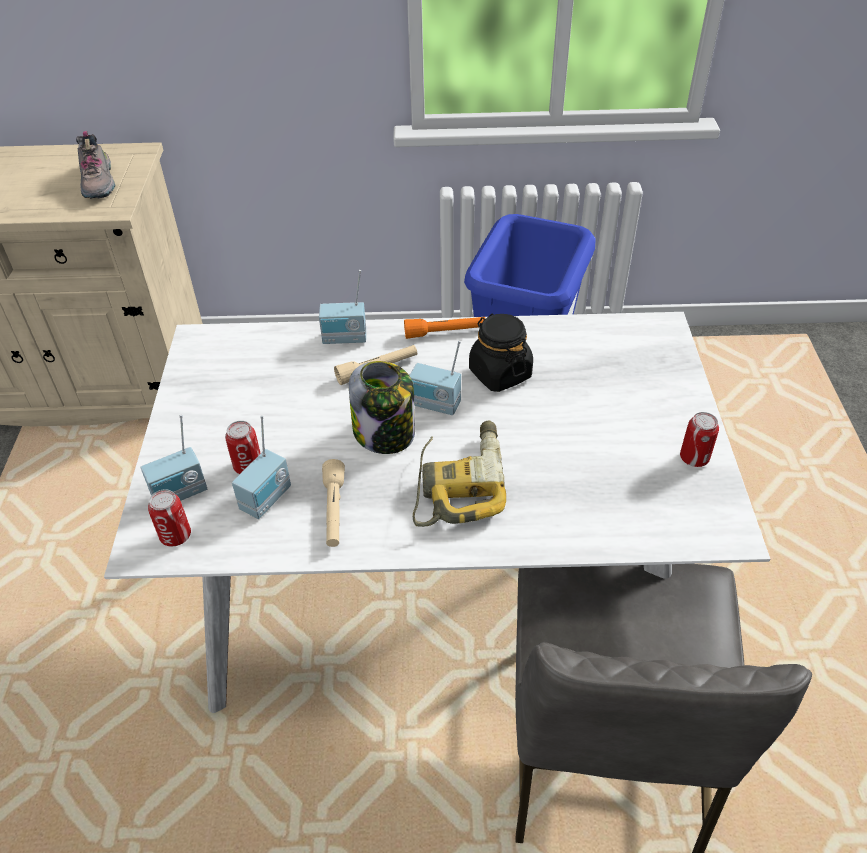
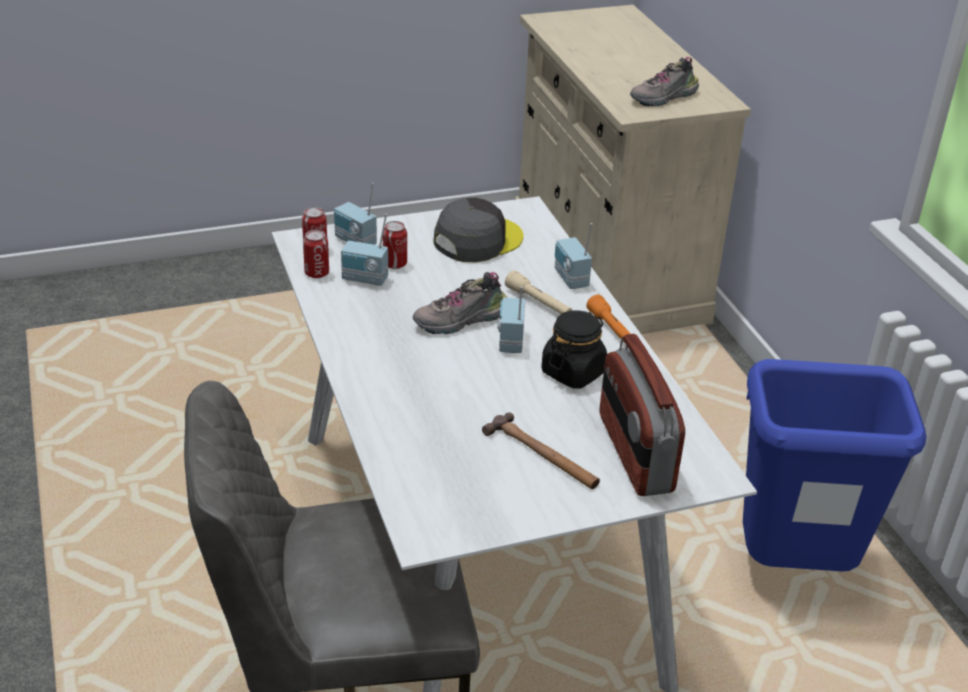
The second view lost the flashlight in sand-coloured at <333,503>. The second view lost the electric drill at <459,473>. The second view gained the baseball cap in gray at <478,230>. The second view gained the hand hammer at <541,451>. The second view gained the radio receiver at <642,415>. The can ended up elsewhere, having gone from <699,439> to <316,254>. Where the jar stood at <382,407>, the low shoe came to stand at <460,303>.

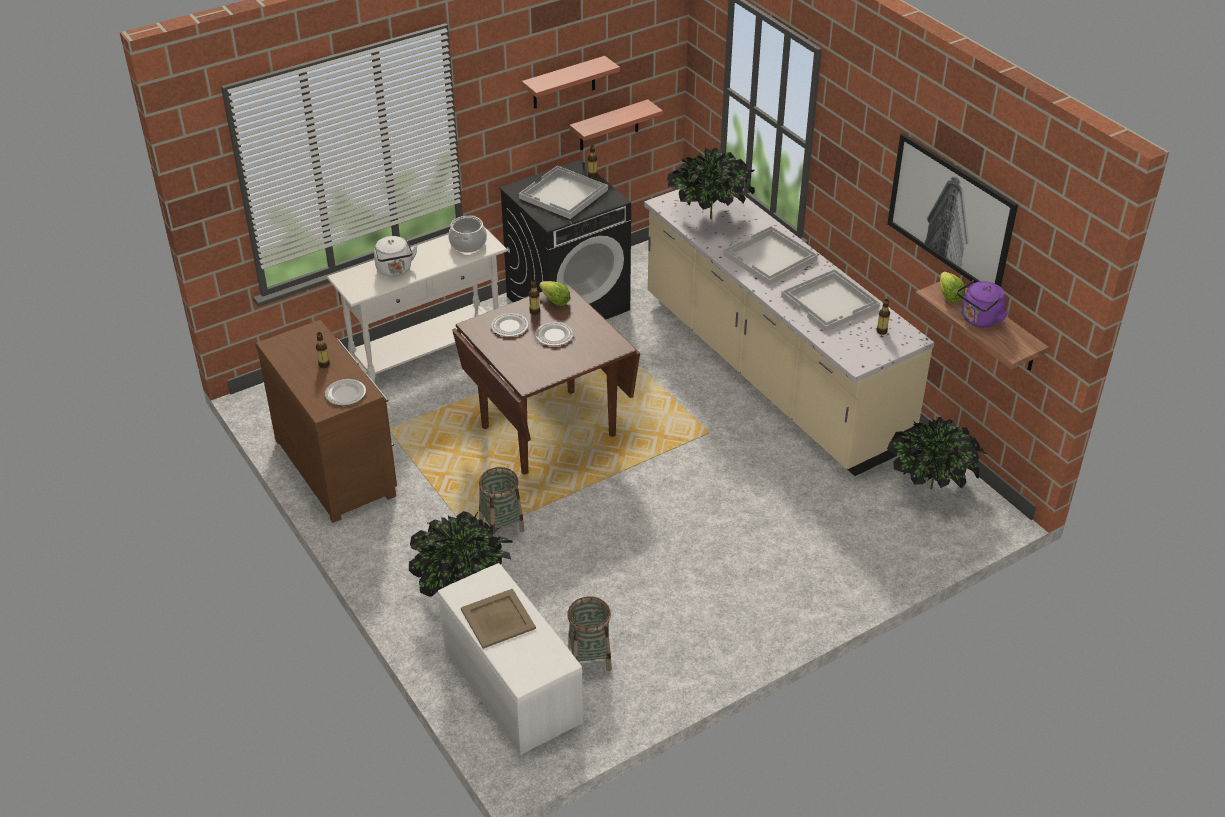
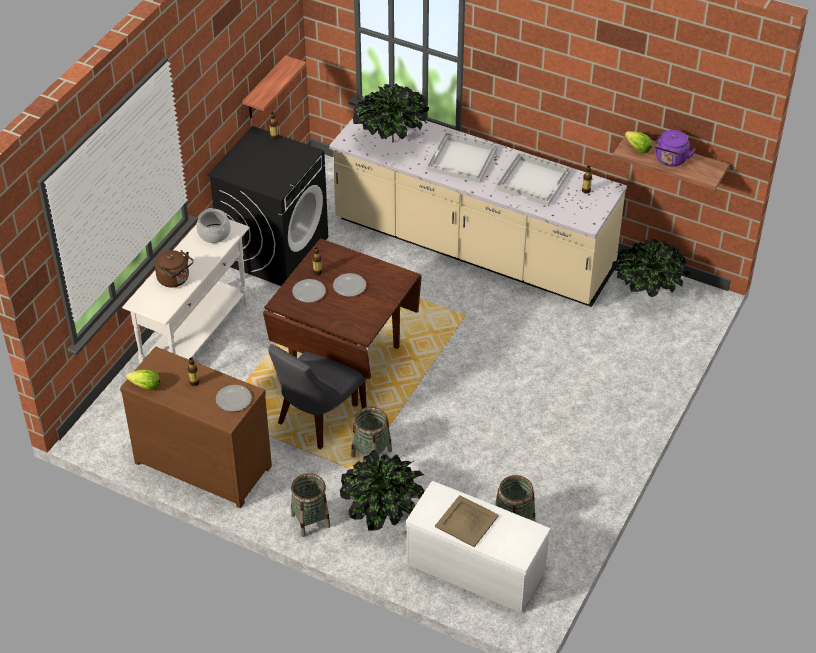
The second view lost the carrying tray in white at <563,192>. The second view lost the bracket shelf at <571,82>. The second view lost the picture at <952,210>. The second view gained the chair in gray at <317,396>. The second view gained the basket at <311,505>. The head of lettuce ended up elsewhere, having gone from <555,293> to <143,380>. What was the water kettle in white at <396,256> turned into the water kettle in brownish at <174,269>.

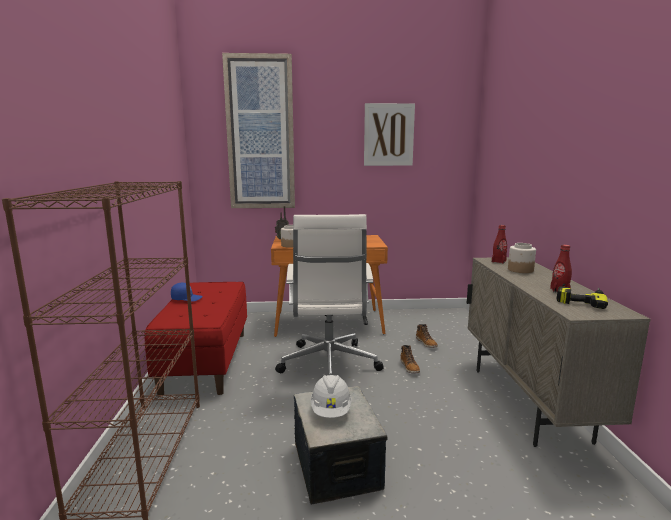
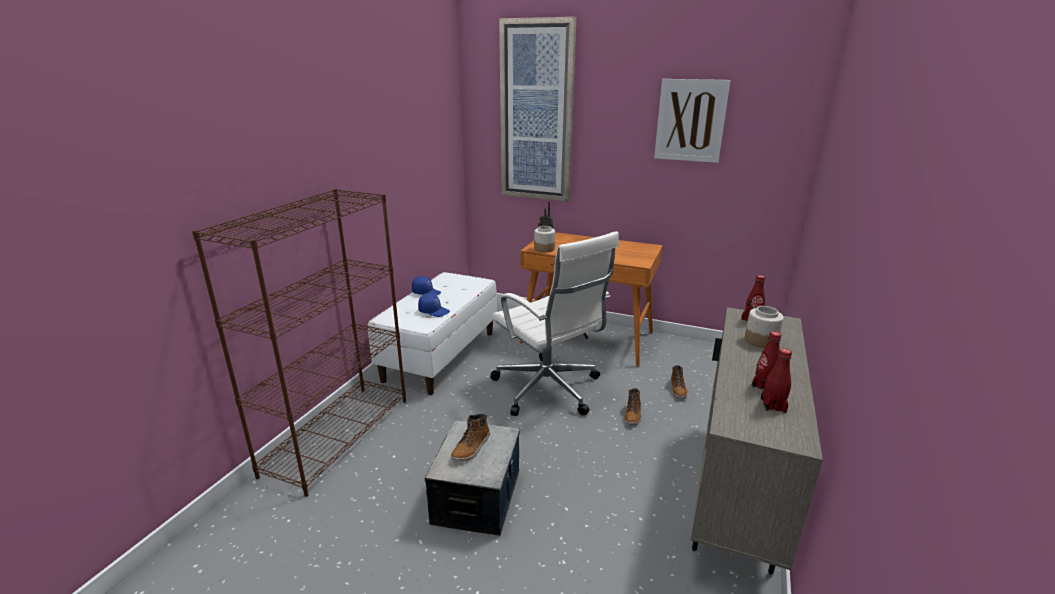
The second view gained the baseball cap in bluish at <434,305>. Where the work helmet in white stood at <331,396>, the tall boot came to stand at <470,438>. Where the electric drill stood at <582,297>, the beverage bottle in red came to stand at <776,380>. What was the indoor bench in red at <195,339> turned into the indoor bench in white at <432,333>. The office chair in white at <329,294> ended up facing another way, 60 degrees counterclockwise from before.

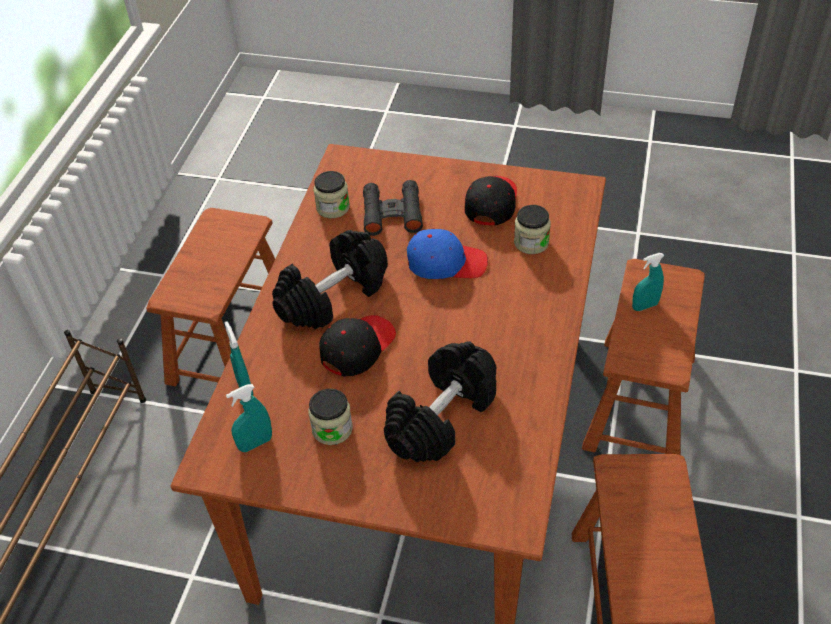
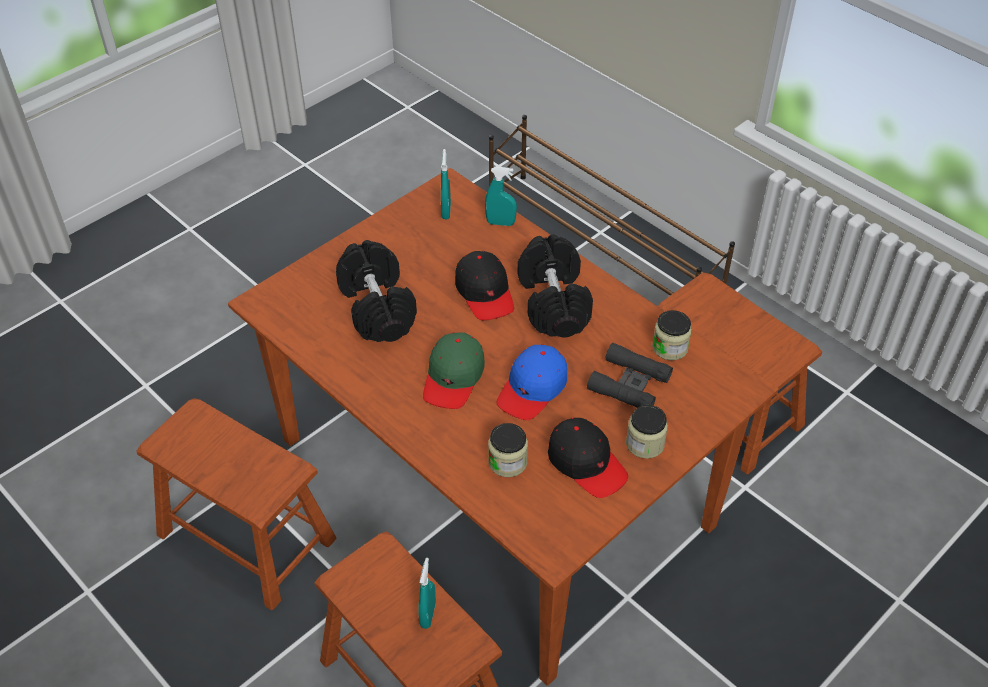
The second view gained the baseball cap in green at <454,370>. The jar ended up elsewhere, having gone from <330,416> to <647,432>.

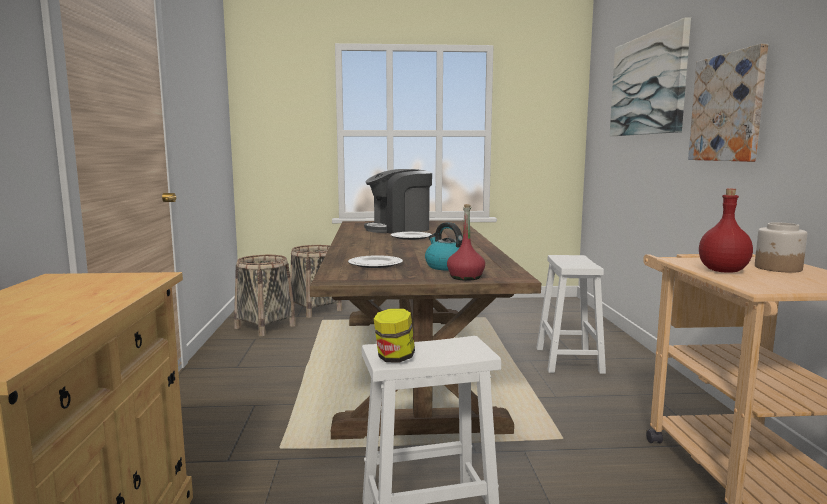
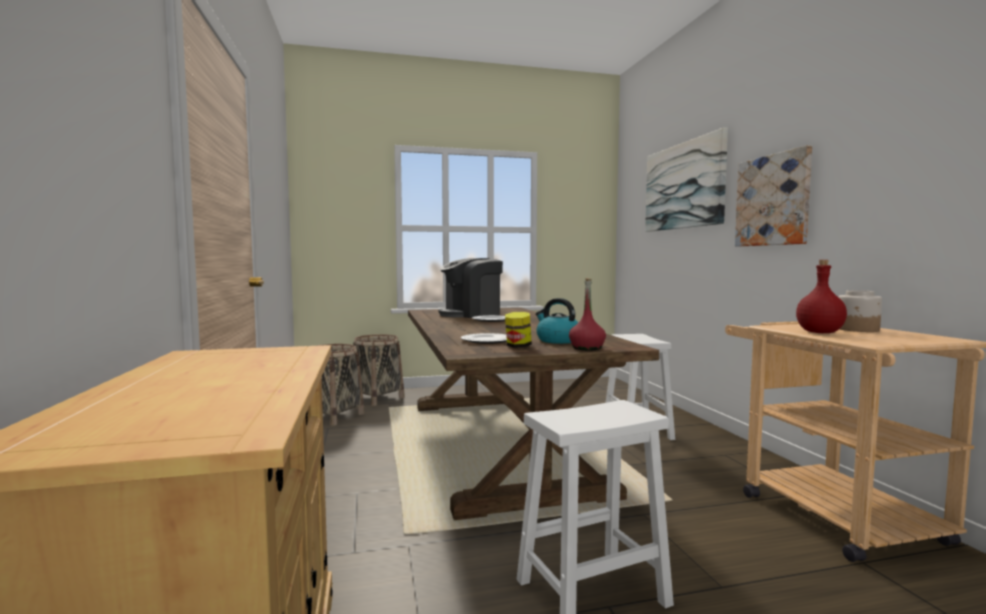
The jar ended up elsewhere, having gone from <394,335> to <518,330>.

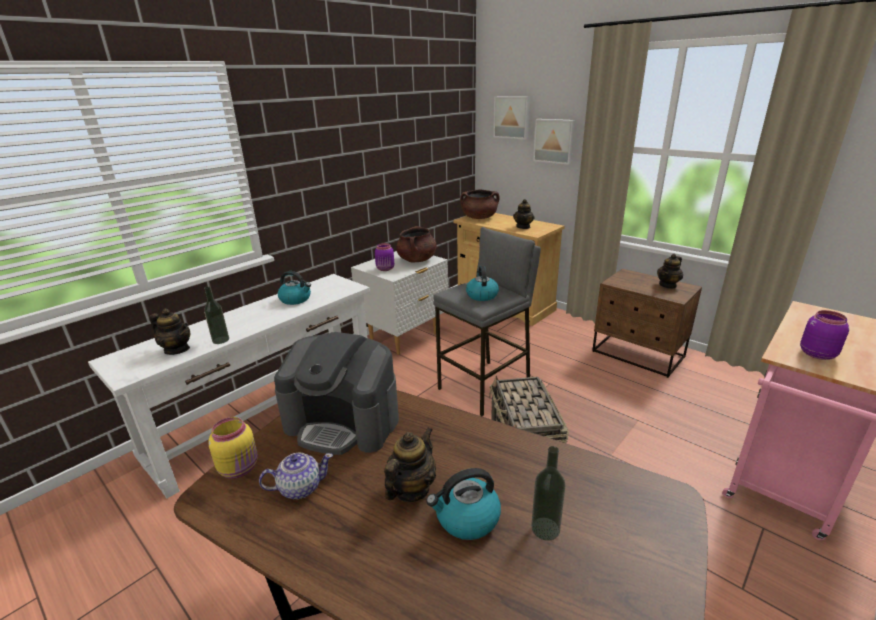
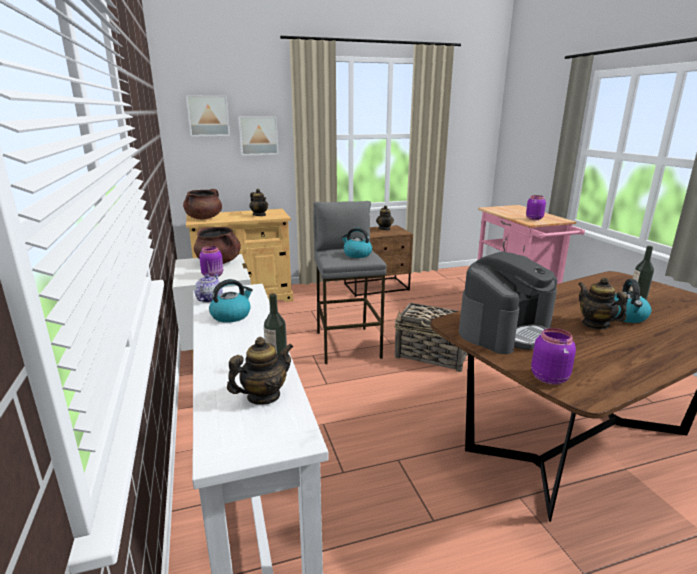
The pot for tea ended up elsewhere, having gone from <296,476> to <208,288>. What was the jar in yellow at <233,448> turned into the jar in purple at <553,356>.

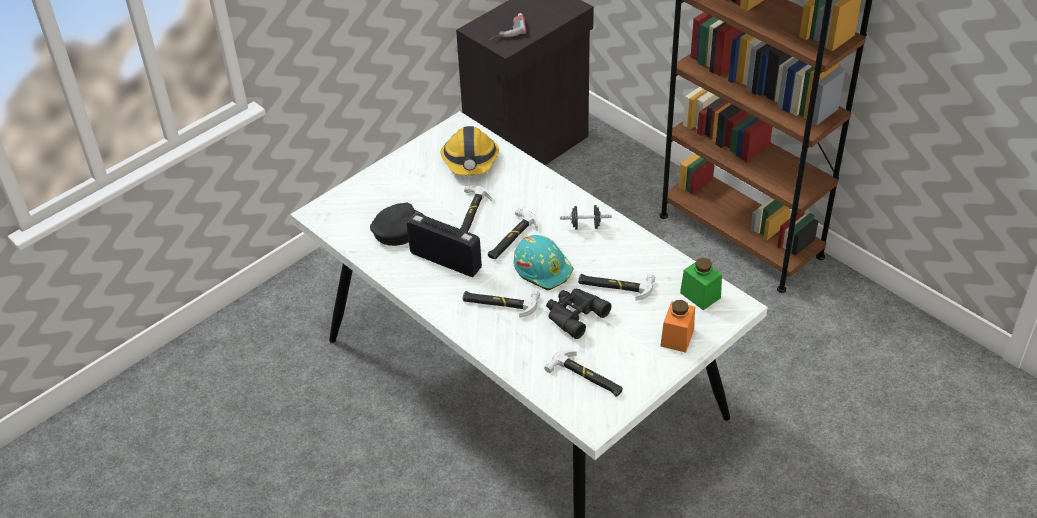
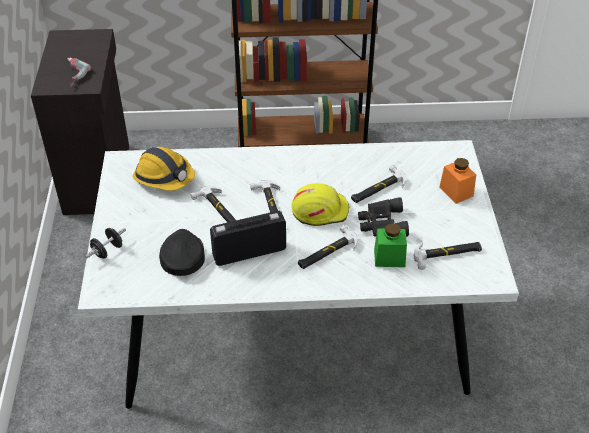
The hand weight in black ended up elsewhere, having gone from <586,217> to <105,243>. The jar in green ended up elsewhere, having gone from <701,284> to <390,245>. What was the work helmet in turquoise at <543,262> turned into the work helmet in yellow at <320,204>.

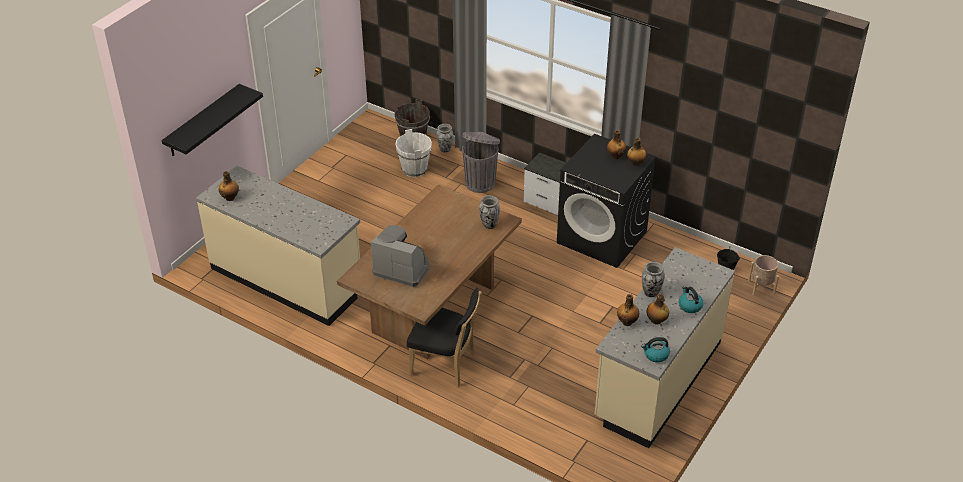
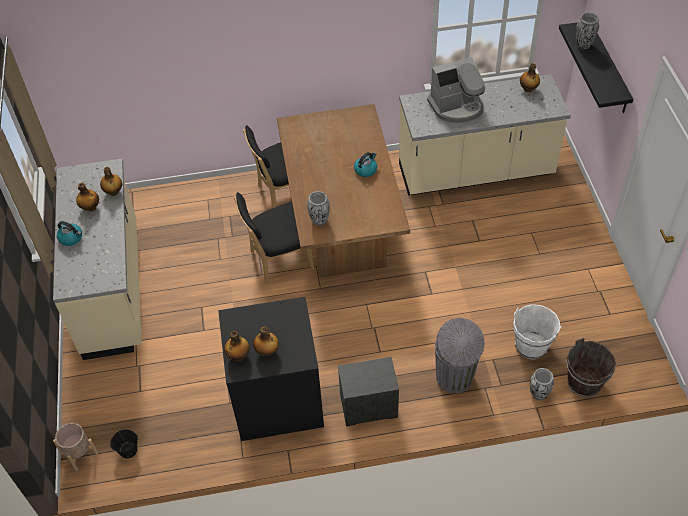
The second view gained the chair in black at <274,238>. The coffee machine ended up elsewhere, having gone from <400,256> to <456,90>. The water kettle ended up elsewhere, having gone from <655,350> to <365,164>. The decorative vase ended up elsewhere, having gone from <653,279> to <587,30>.

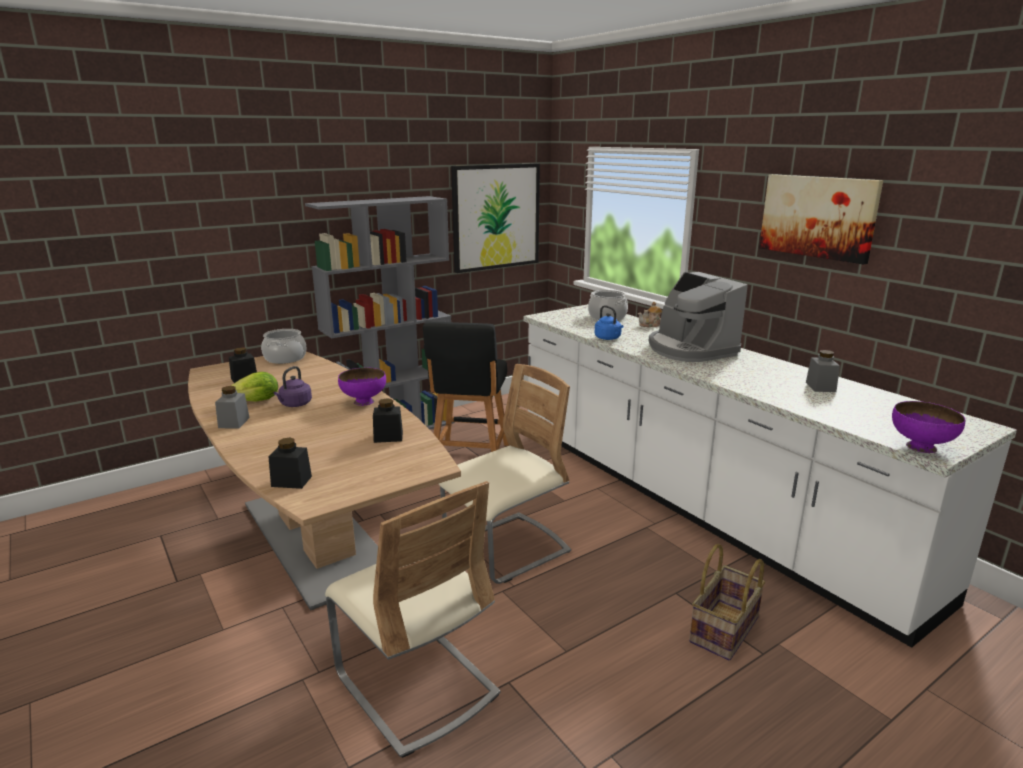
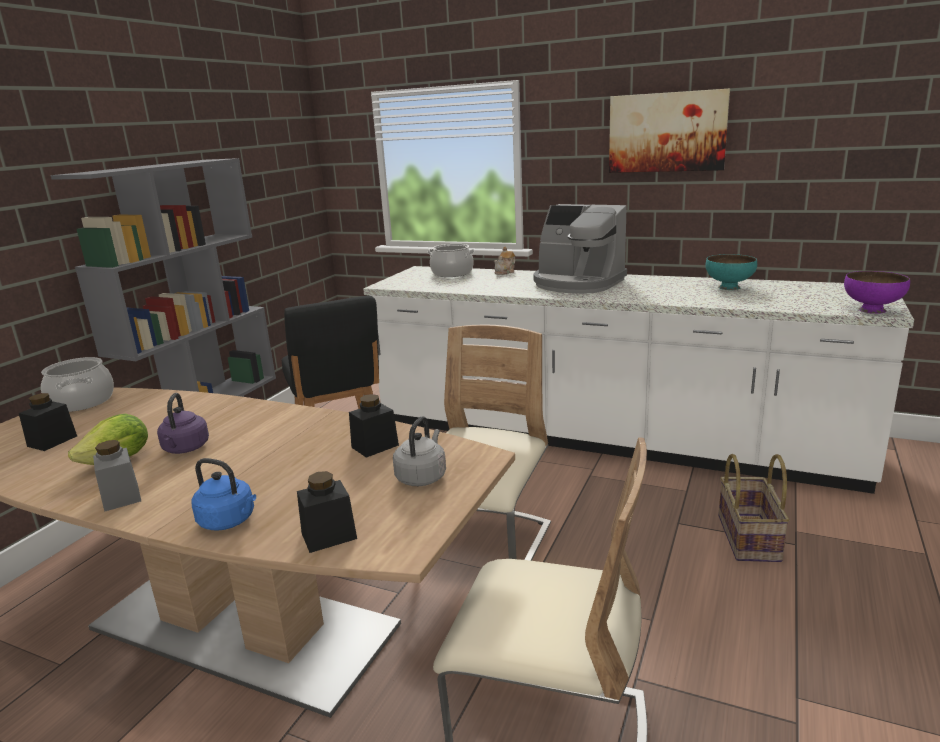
The second view lost the deep dish in purple at <362,387>. The second view lost the picture at <495,218>. The second view gained the water kettle in gray at <419,451>. The water kettle in bluish ended up elsewhere, having gone from <609,322> to <223,494>. Where the jar in gray stood at <823,371>, the deep dish in turquoise came to stand at <731,272>.

